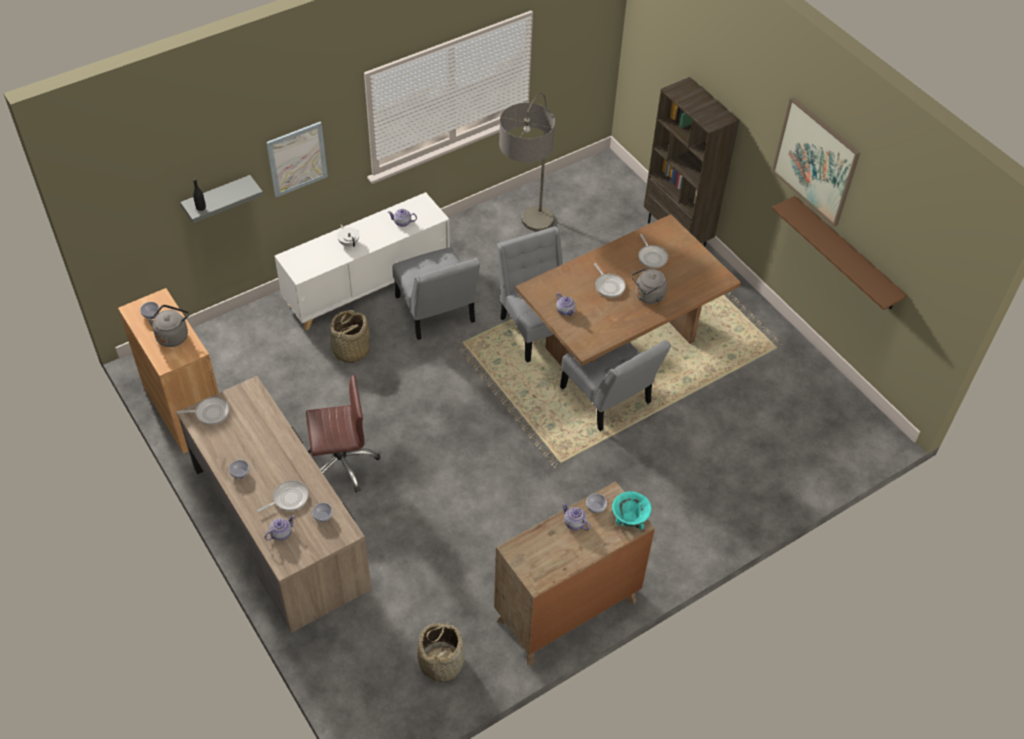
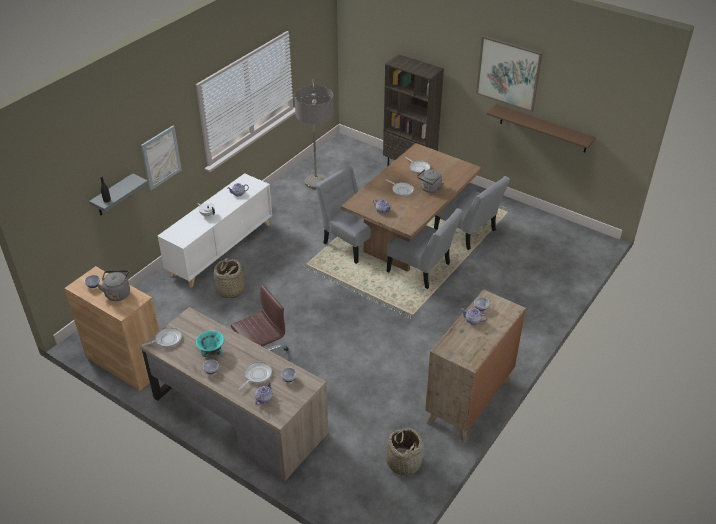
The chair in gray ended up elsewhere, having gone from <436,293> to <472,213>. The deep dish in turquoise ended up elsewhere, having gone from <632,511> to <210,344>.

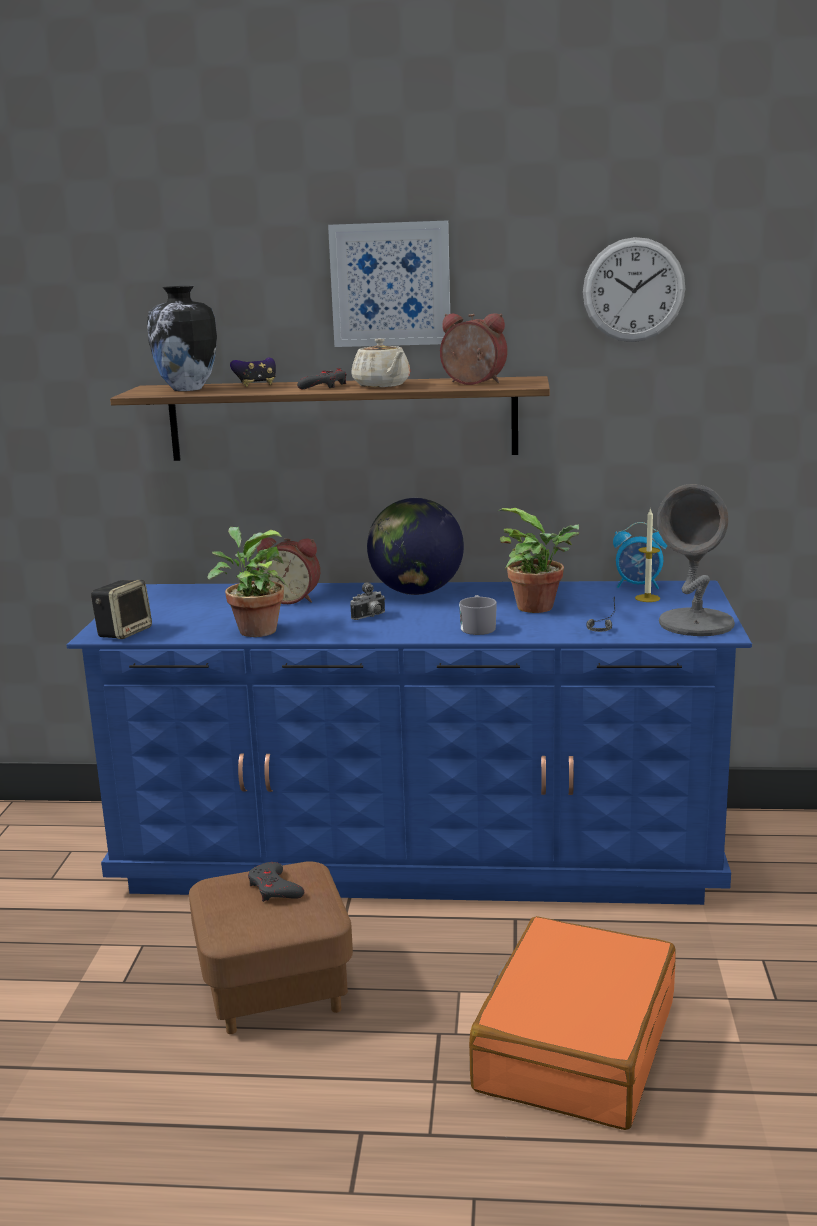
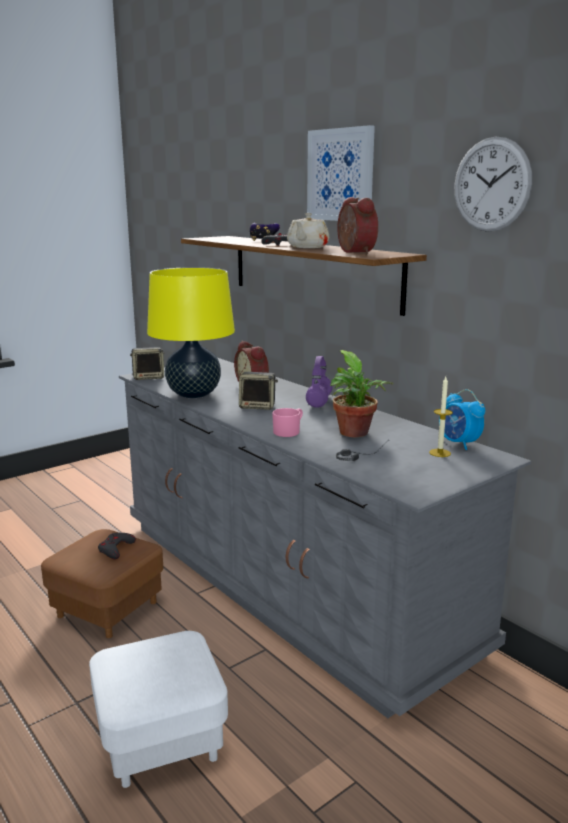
The second view lost the decorative vase at <182,338>. The second view lost the tabletop lamp in gray at <696,560>. Where the plant in a pot stood at <247,582>, the tabletop lamp in yellow came to stand at <191,332>. Where the photo camera stood at <368,601>, the speaker came to stand at <258,391>. Where the desk globe stood at <415,546>, the headset in purple came to stand at <319,381>. Where the suitcase in orangey stood at <572,1023>, the footrest in white came to stand at <158,709>. What was the chest of drawers in bluish at <409,742> turned into the chest of drawers in gray at <325,538>. What was the tea mug in gray at <478,615> turned into the tea mug in pink-coloured at <287,422>.

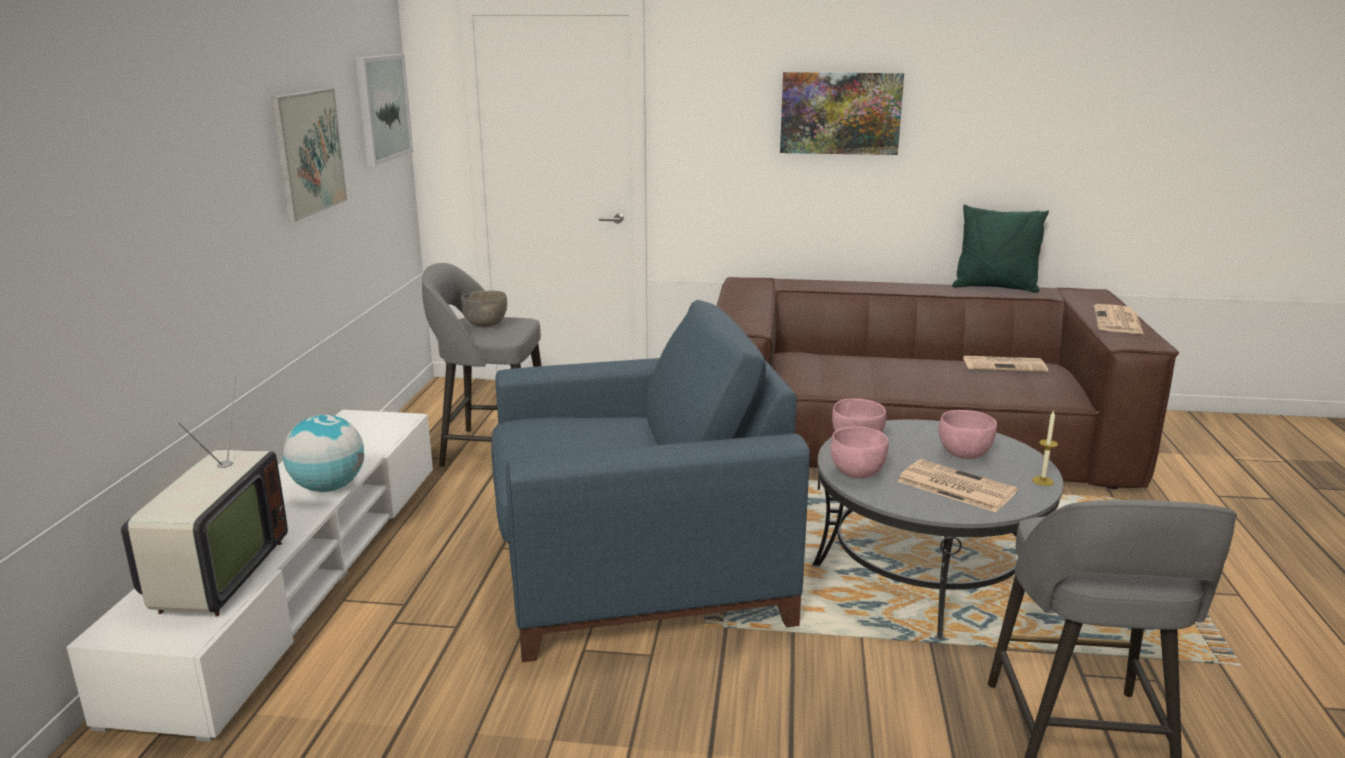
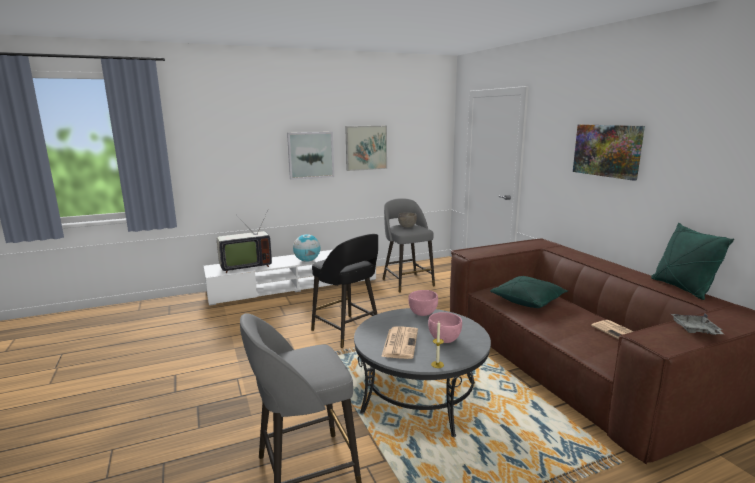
The second view lost the deep dish in pink-coloured at <859,452>. The second view gained the cushion in green at <529,292>. The picture ended up elsewhere, having gone from <384,110> to <310,156>. Where the armchair in bluish stood at <650,481>, the stool seat in black came to stand at <344,291>. Where the printed paper stood at <1119,319>, the carrying tray in gray came to stand at <697,324>.

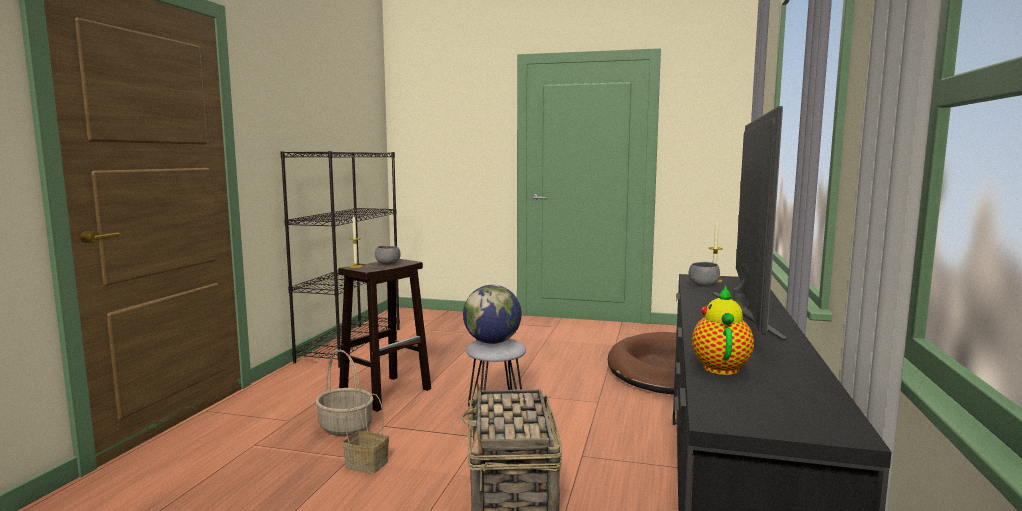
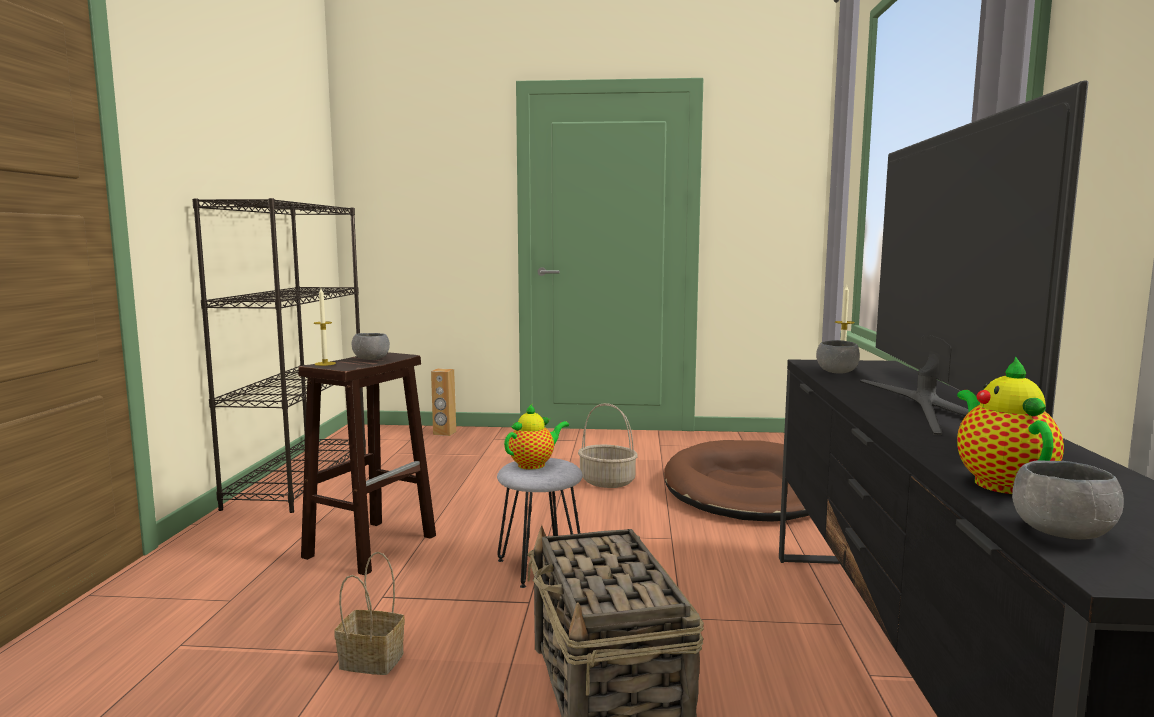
The second view gained the speaker in brownish at <443,402>. The second view gained the deep dish in gray at <1068,500>. The basket ended up elsewhere, having gone from <344,393> to <608,445>. Where the desk globe stood at <492,314>, the pot for tea came to stand at <536,436>.

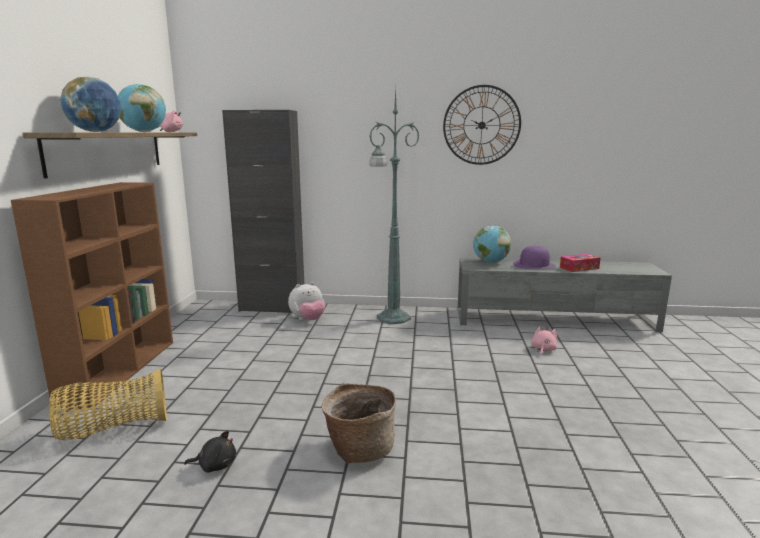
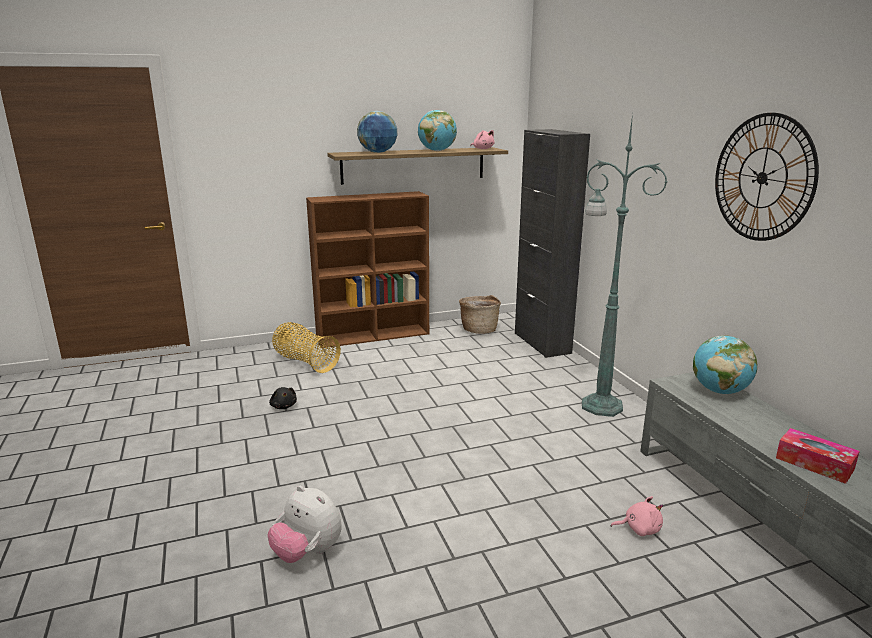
The second view lost the clothing hat in purple at <534,257>. The plush toy ended up elsewhere, having gone from <306,301> to <305,524>. The basket ended up elsewhere, having gone from <358,423> to <480,314>.

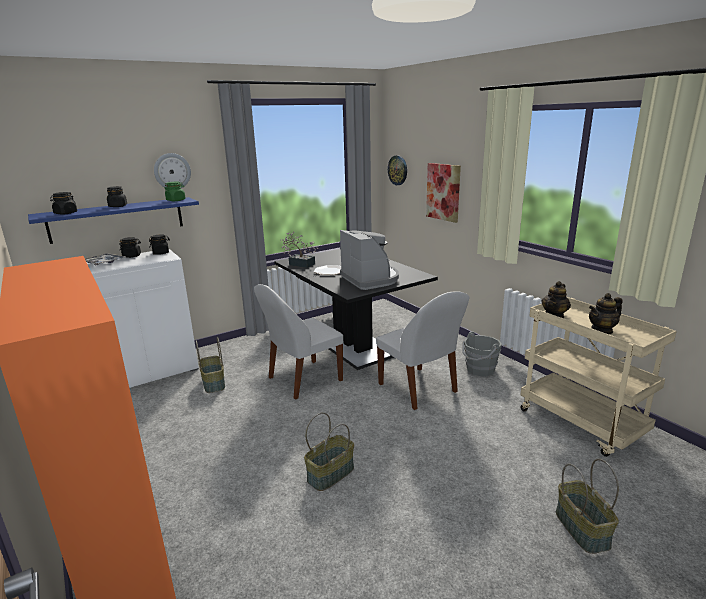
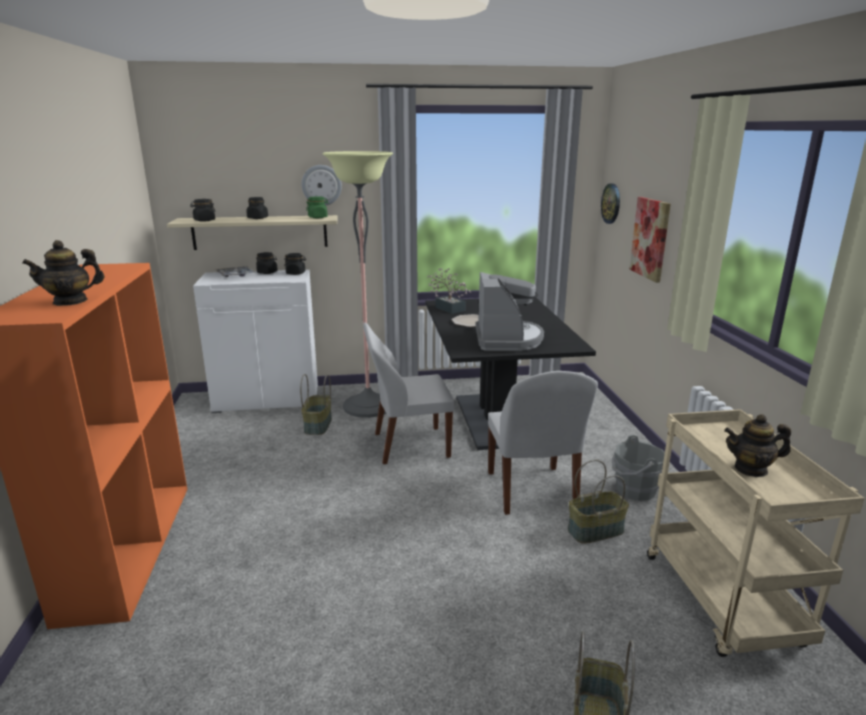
The second view gained the standing lamp at <358,284>. The basket ended up elsewhere, having gone from <329,451> to <598,502>. The pot for tea ended up elsewhere, having gone from <556,299> to <63,273>. What was the bracket shelf in bluish at <113,220> turned into the bracket shelf in sand-coloured at <252,232>.

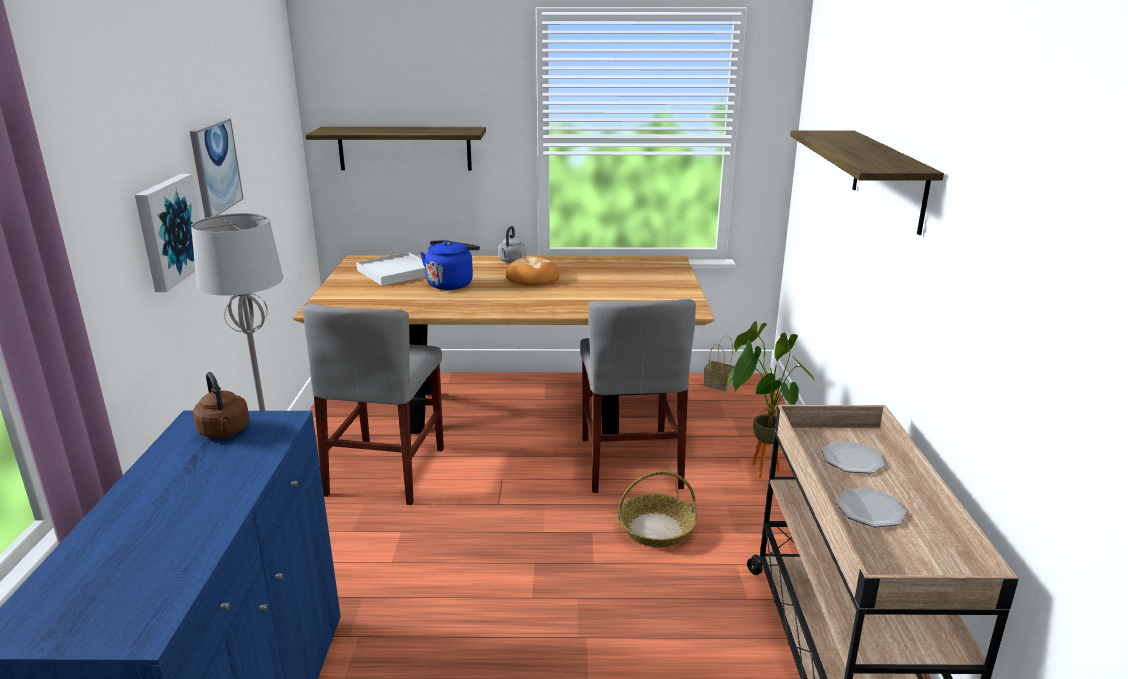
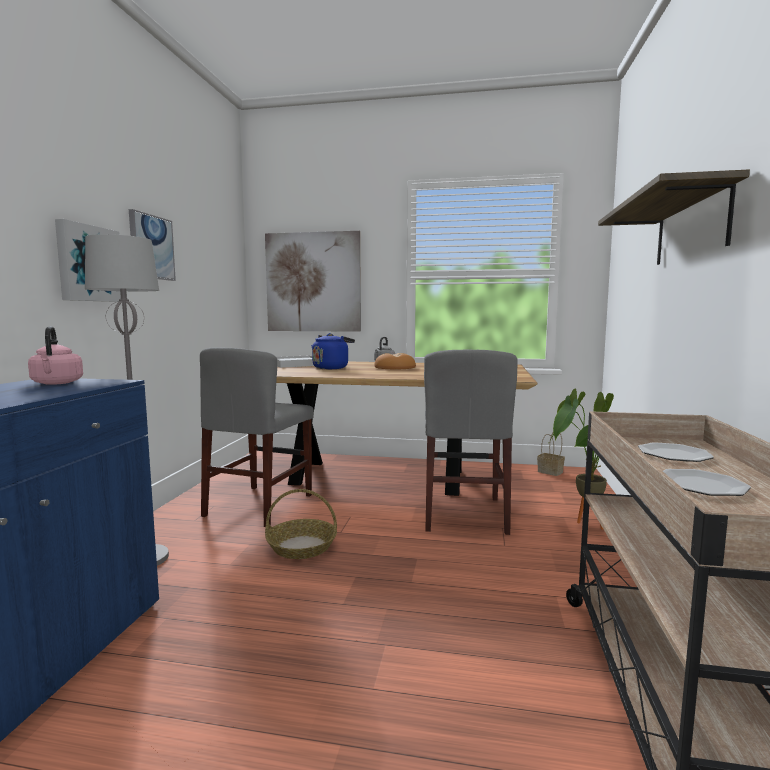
The basket ended up elsewhere, having gone from <657,509> to <301,524>. Where the bracket shelf hung at <396,148>, the picture came to hang at <313,281>. What was the water kettle in brownish at <221,405> turned into the water kettle in pink-coloured at <55,355>.

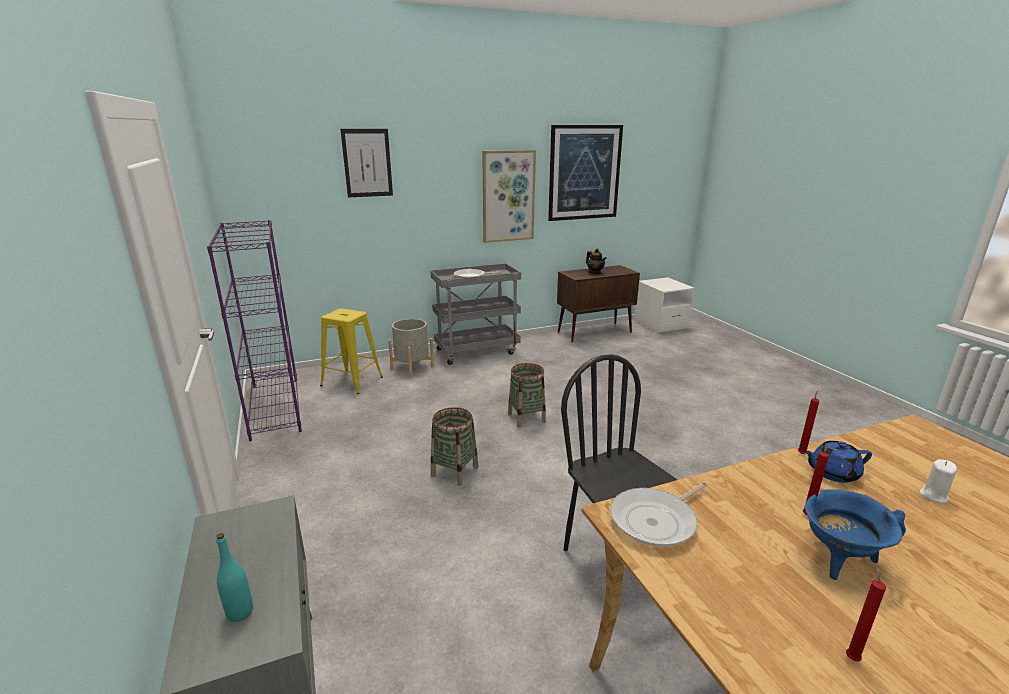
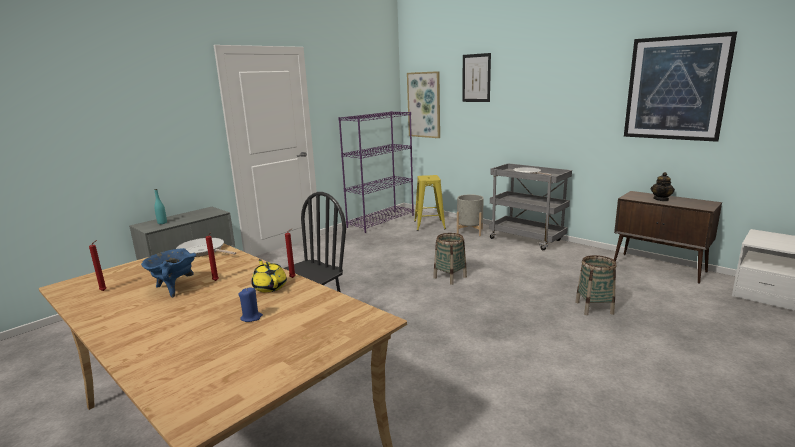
The basket ended up elsewhere, having gone from <454,446> to <595,285>. The picture ended up elsewhere, having gone from <509,196> to <423,104>. What was the pot for tea in bluish at <838,462> turned into the pot for tea in yellow at <269,275>. What was the wax light in white at <938,481> turned into the wax light in bluish at <250,304>.

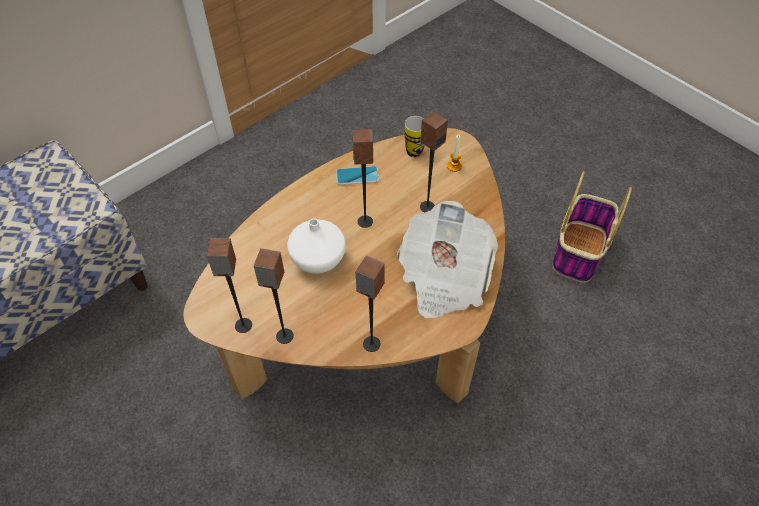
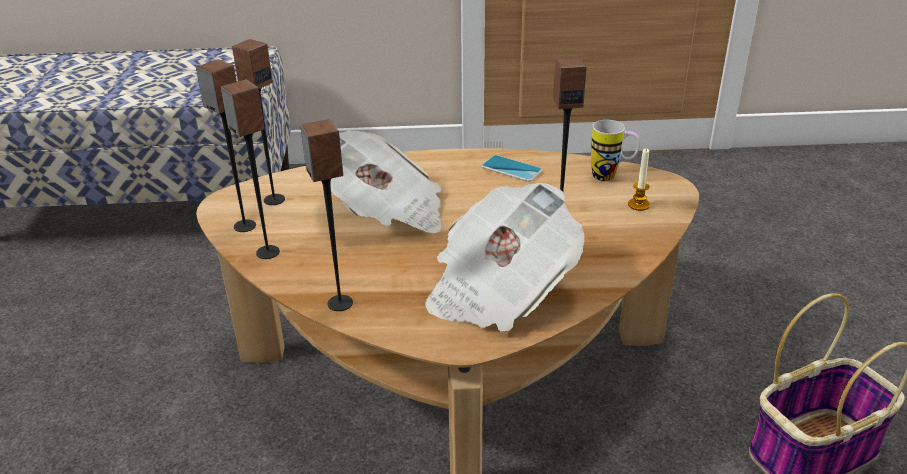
The speaker ended up elsewhere, having gone from <362,178> to <258,122>. Where the decorative vase in white stood at <316,246>, the printed paper came to stand at <385,181>.

